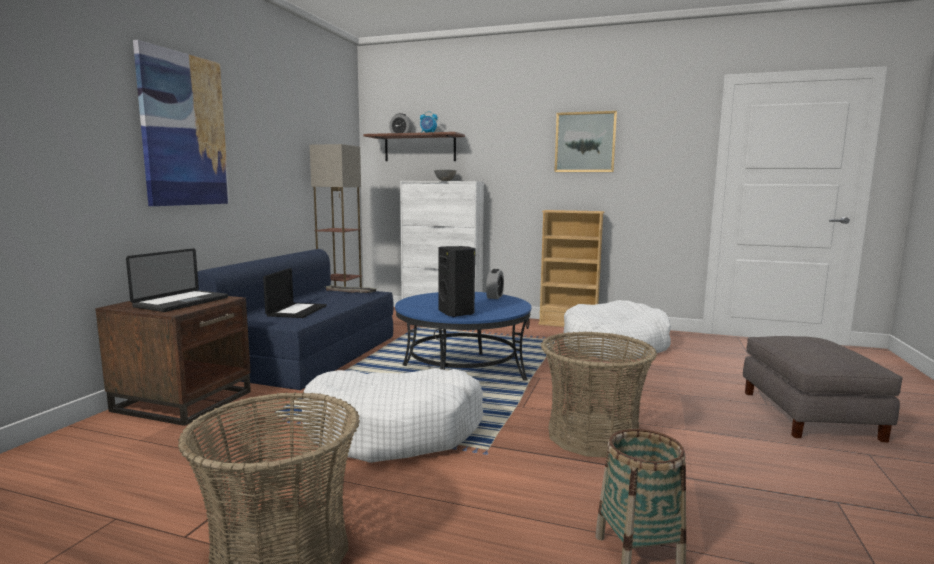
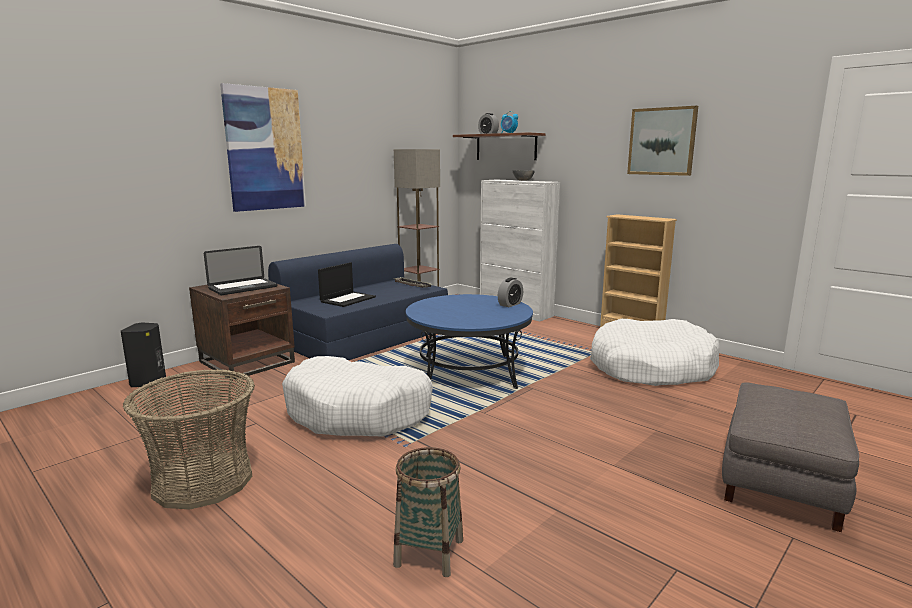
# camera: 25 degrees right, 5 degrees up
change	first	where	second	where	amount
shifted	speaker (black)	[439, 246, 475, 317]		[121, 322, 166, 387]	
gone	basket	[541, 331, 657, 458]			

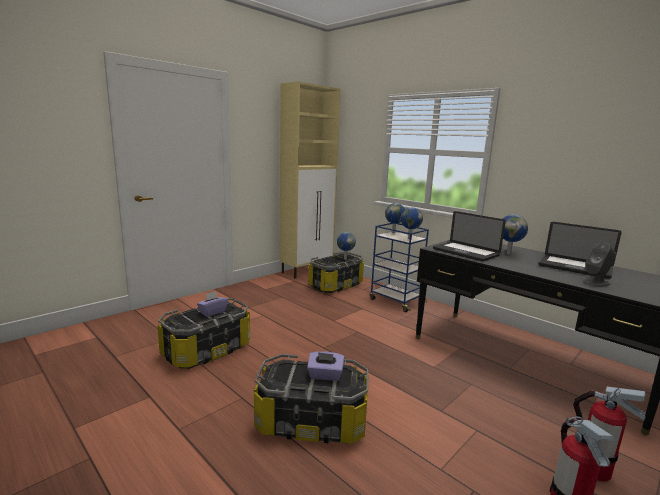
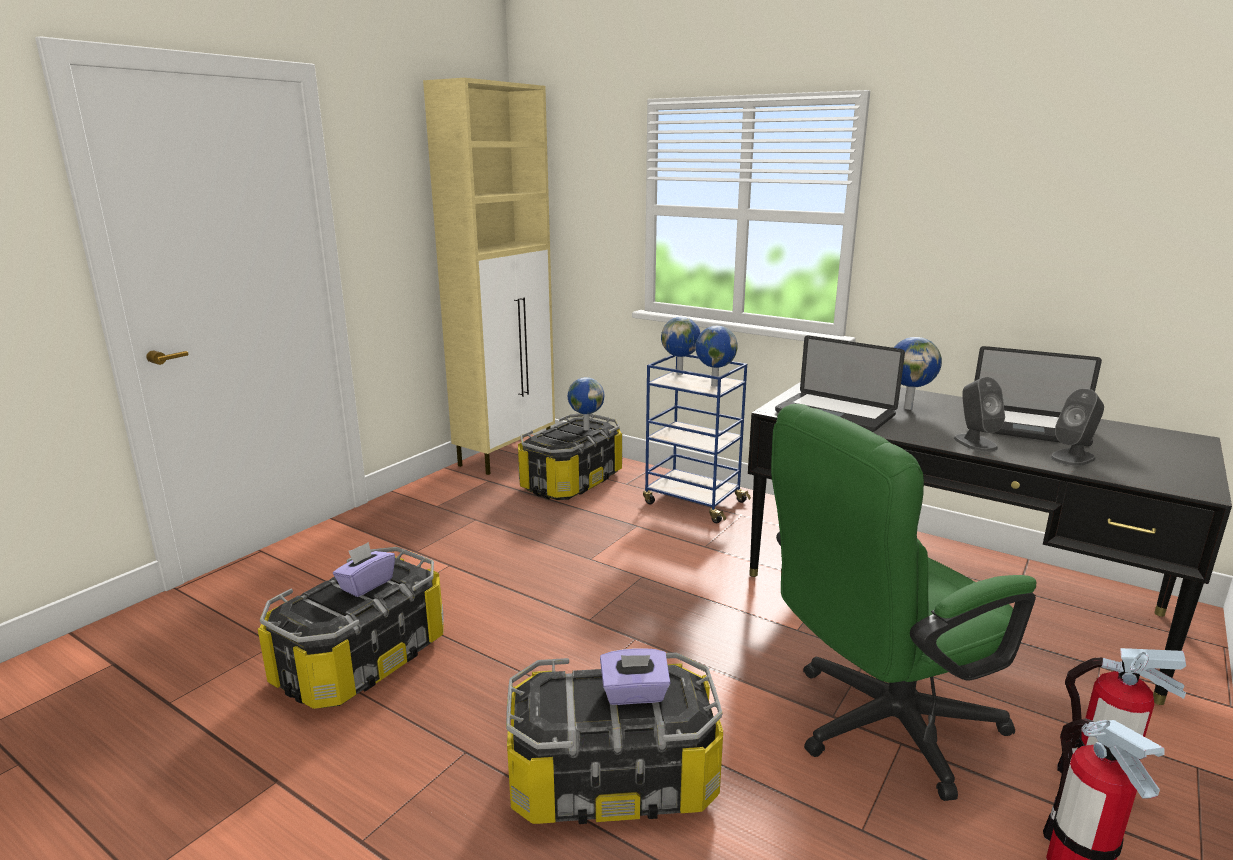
# camera: 10 degrees left, 5 degrees up
change	first	where	second	where	amount
new			speaker (grey)	[954, 377, 1005, 452]	
new			office chair (green)	[771, 404, 1037, 801]	

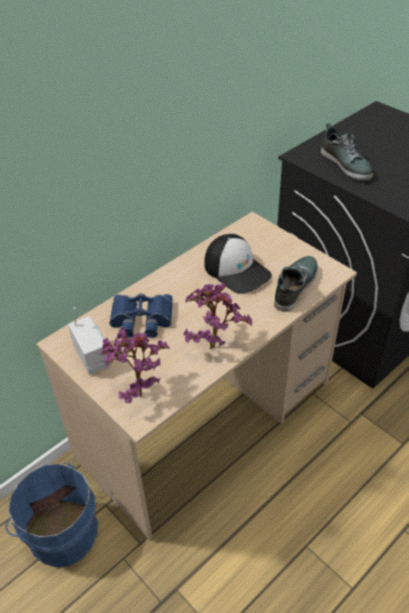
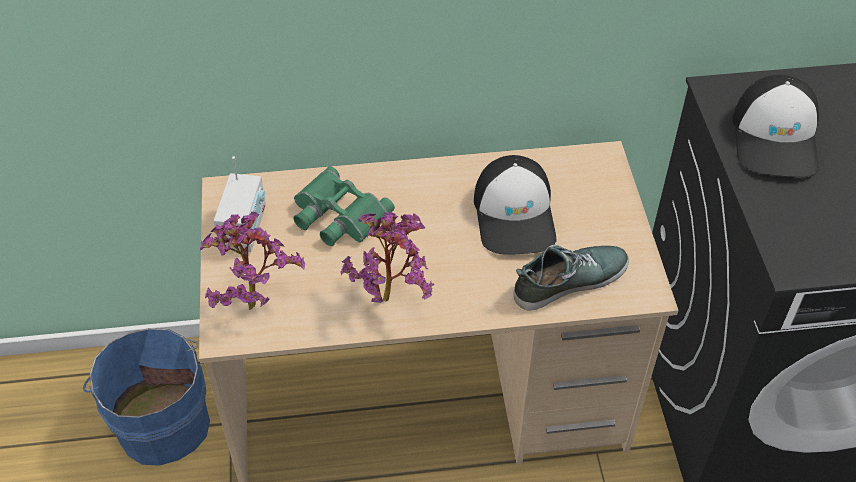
# camera: 35 degrees right, 5 degrees up
change	first	where	second	where	amount
swapped	shoe	[321, 123, 373, 181]	cap	[732, 75, 819, 177]	
repainted	binoculars (blue)	[109, 294, 173, 338]	binoculars (green)	[294, 166, 395, 246]	

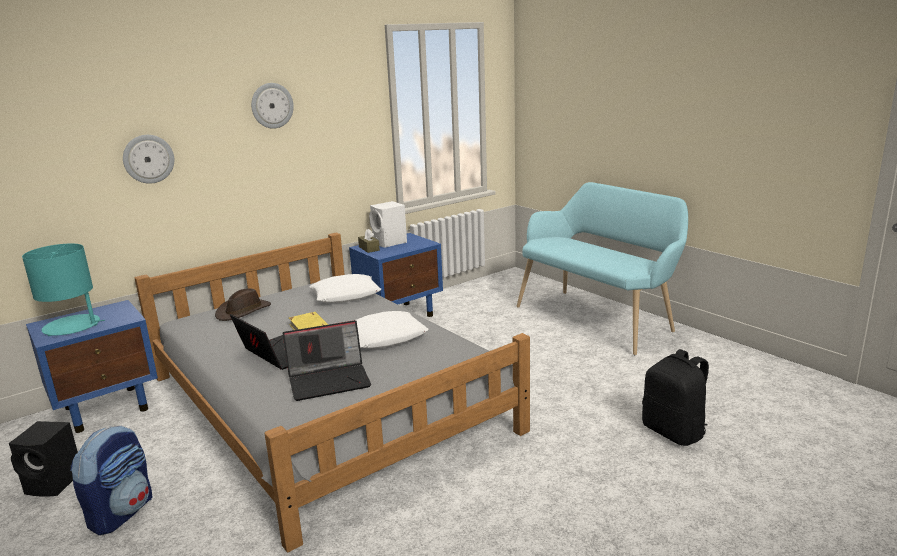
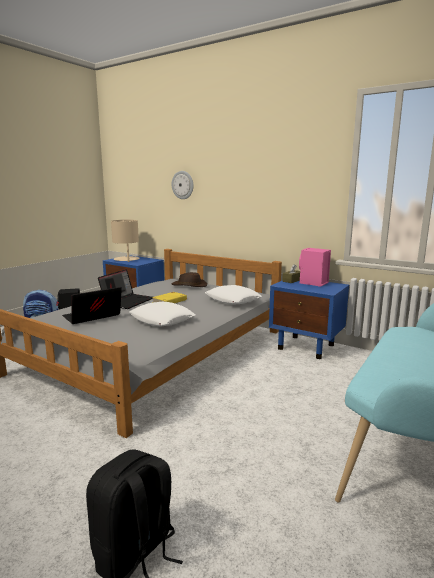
# camera: 70 degrees right, 5 degrees down
change	first	where	second	where	amount
gone	wall clock	[251, 83, 294, 129]			
repainted	speaker (white)	[369, 201, 407, 248]	speaker (pink)	[299, 248, 331, 287]	
repainted	table lamp (turquoise)	[22, 243, 105, 336]	table lamp (beige)	[111, 220, 139, 262]	
rotated	laptop	[283, 320, 371, 401]		[62, 287, 122, 324]	90 degrees clockwise

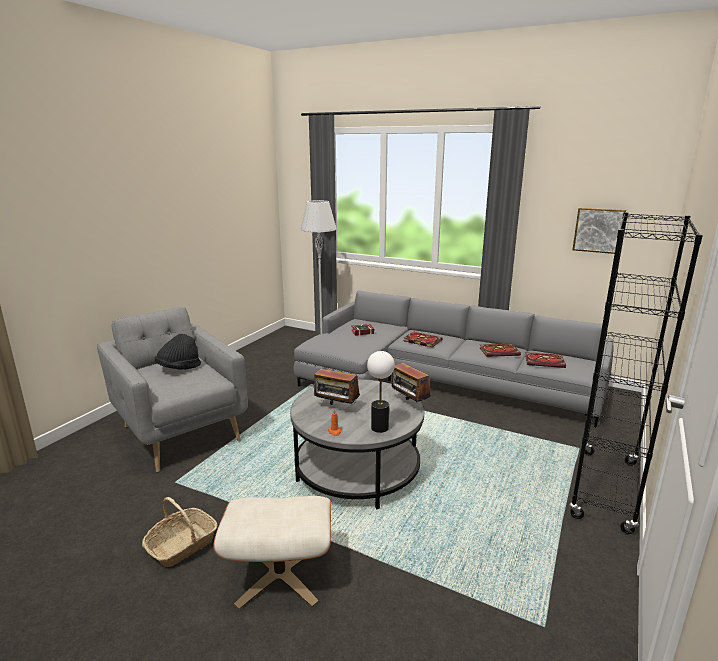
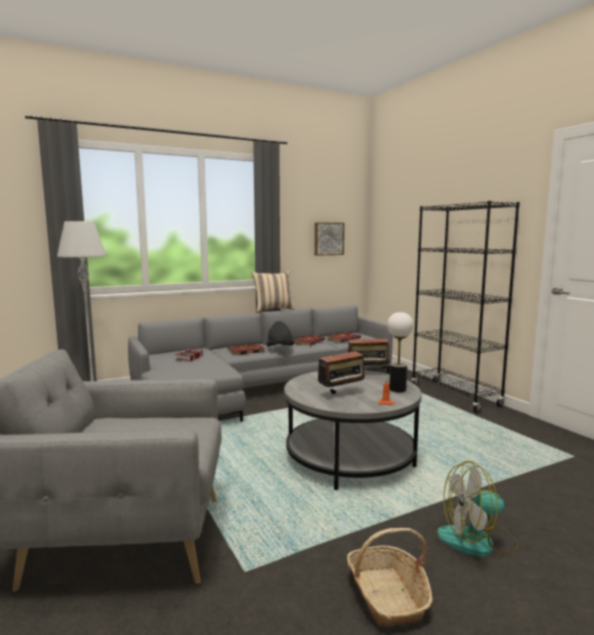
# camera: 55 degrees left, 10 degrees down
change	first	where	second	where	amount
shifted	hat (black)	[155, 334, 201, 370]		[266, 321, 294, 347]	
swapped	ottoman (beige)	[213, 496, 332, 610]	fan	[437, 461, 519, 557]	
new			pillow (beige)	[252, 271, 295, 312]	

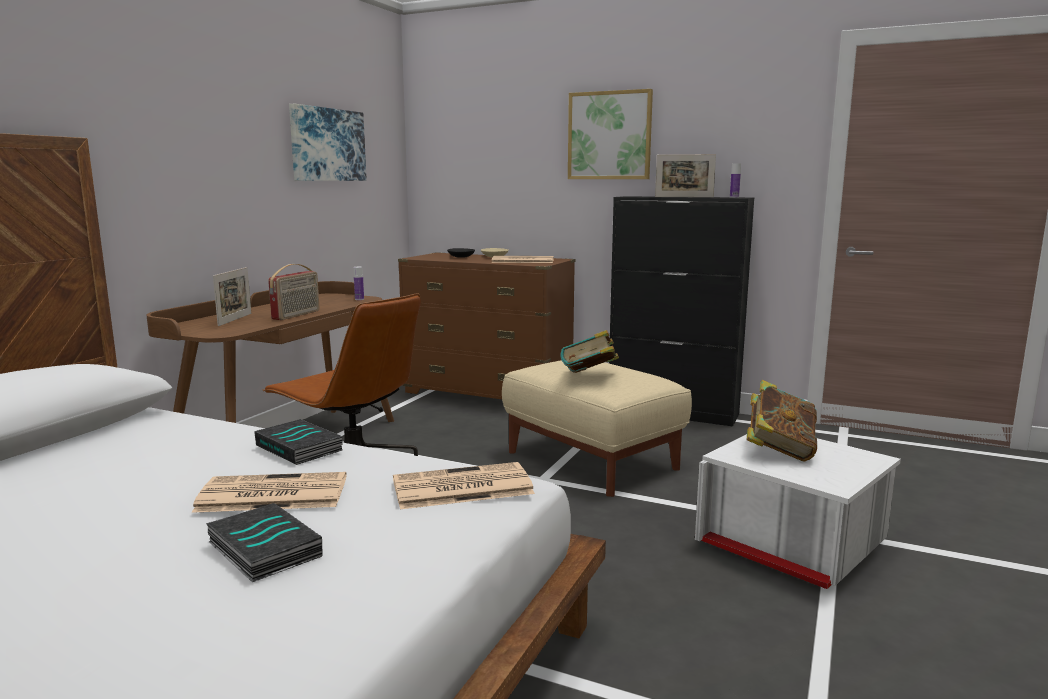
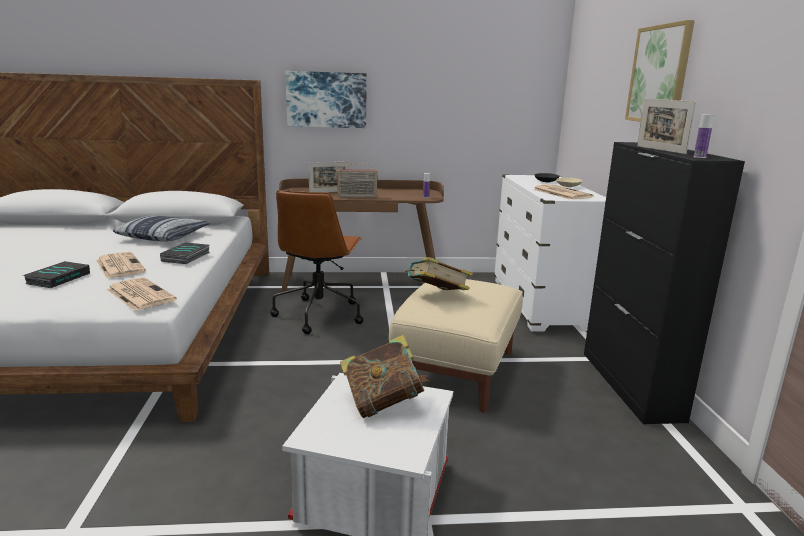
# camera: 60 degrees right, 5 degrees up
change	first	where	second	where	amount
shifted	picture	[289, 104, 367, 181]		[285, 71, 367, 128]	
repainted	dresser (brown)	[398, 252, 575, 399]	dresser (white)	[494, 175, 606, 332]	
new			pillow	[113, 215, 210, 242]	

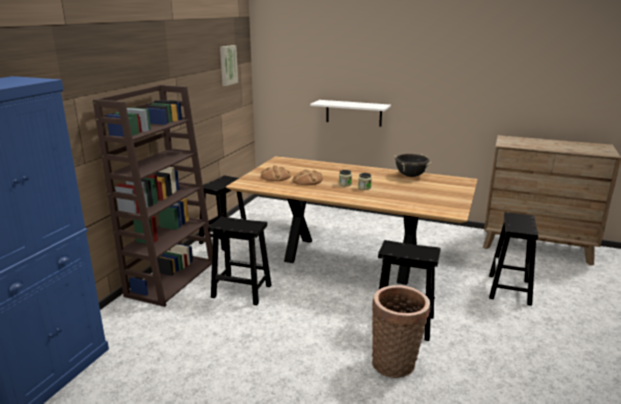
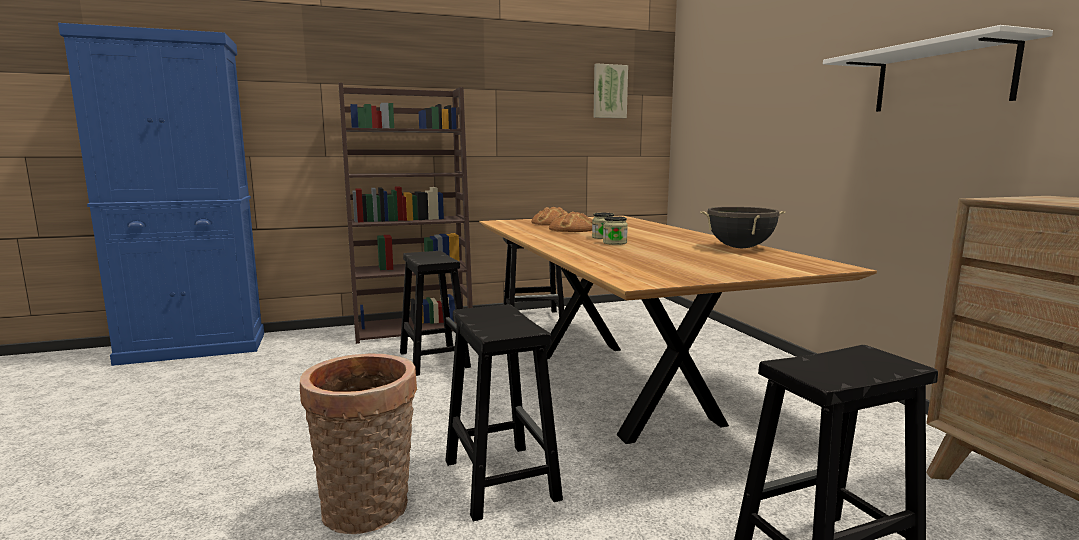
# camera: 50 degrees right, 10 degrees down
change	first	where	second	where	amount
shifted	shelf (white)	[310, 100, 391, 127]		[823, 25, 1053, 112]	

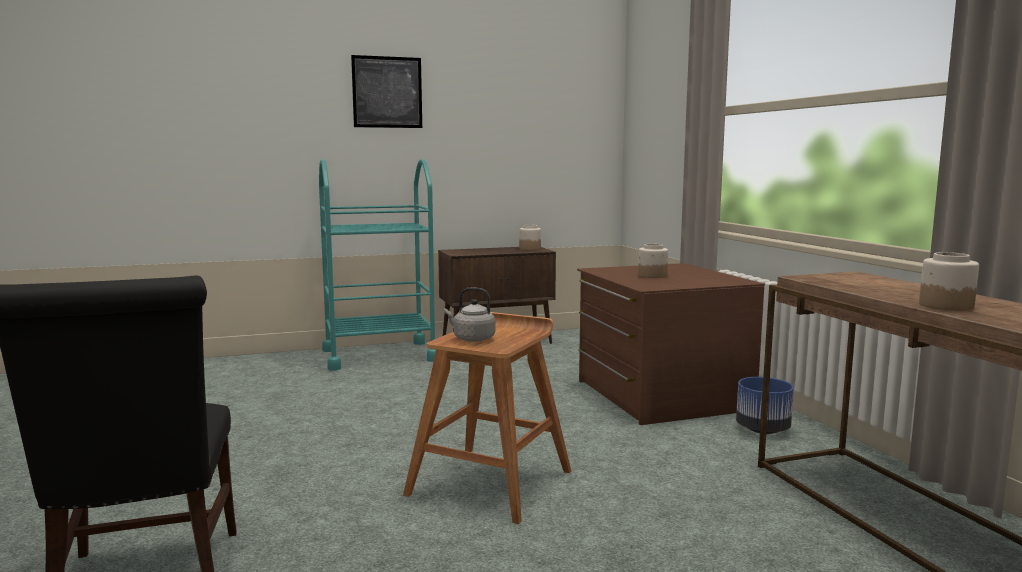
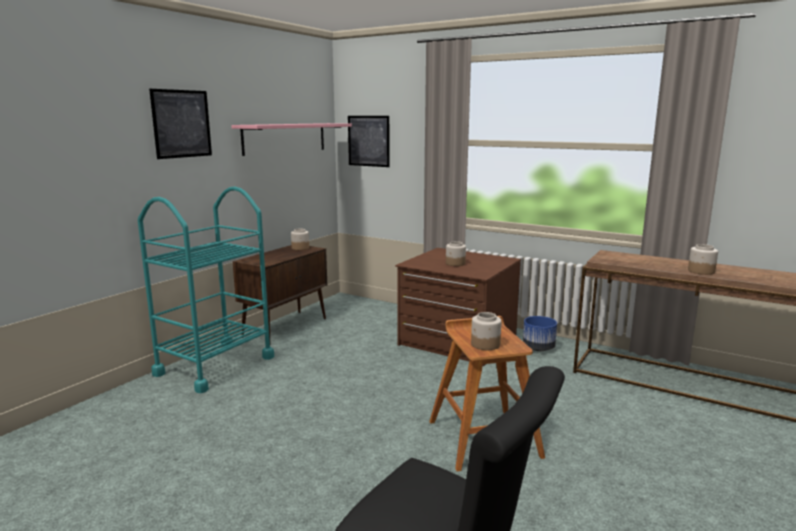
# camera: 40 degrees left, 5 degrees up
change	first	where	second	where	amount
swapped	kettle (grey)	[444, 288, 496, 342]	jar	[471, 312, 501, 350]	
new			picture	[348, 116, 390, 167]	
new			shelf (pink)	[231, 123, 352, 156]	

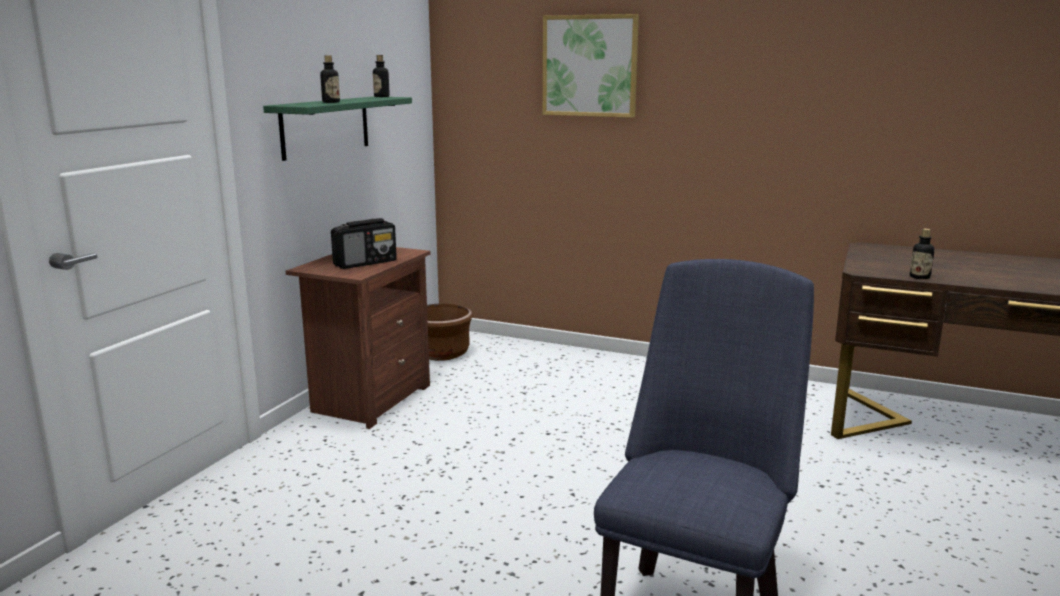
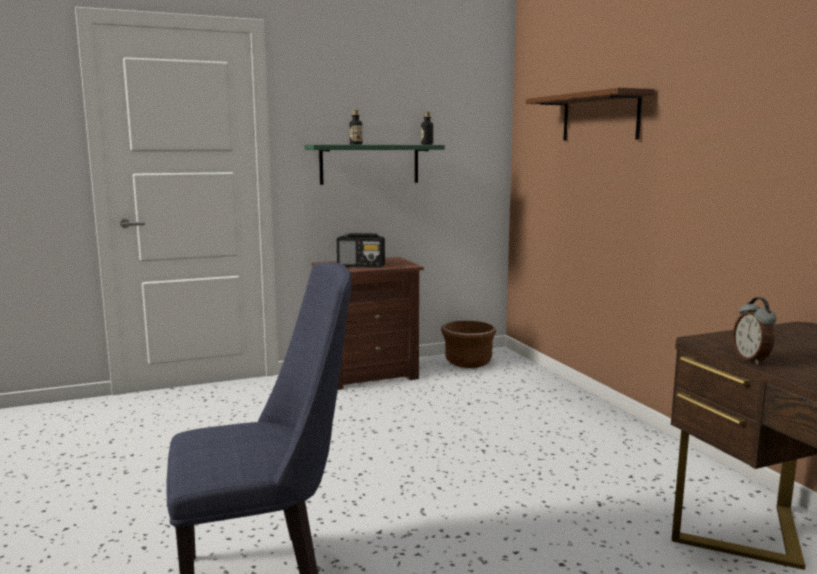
# camera: 45 degrees right, 5 degrees down
change	first	where	second	where	amount
swapped	picture	[543, 14, 639, 118]	shelf (brown)	[526, 88, 655, 141]	
swapped	bottle	[910, 229, 934, 279]	alarm clock	[732, 297, 777, 365]	

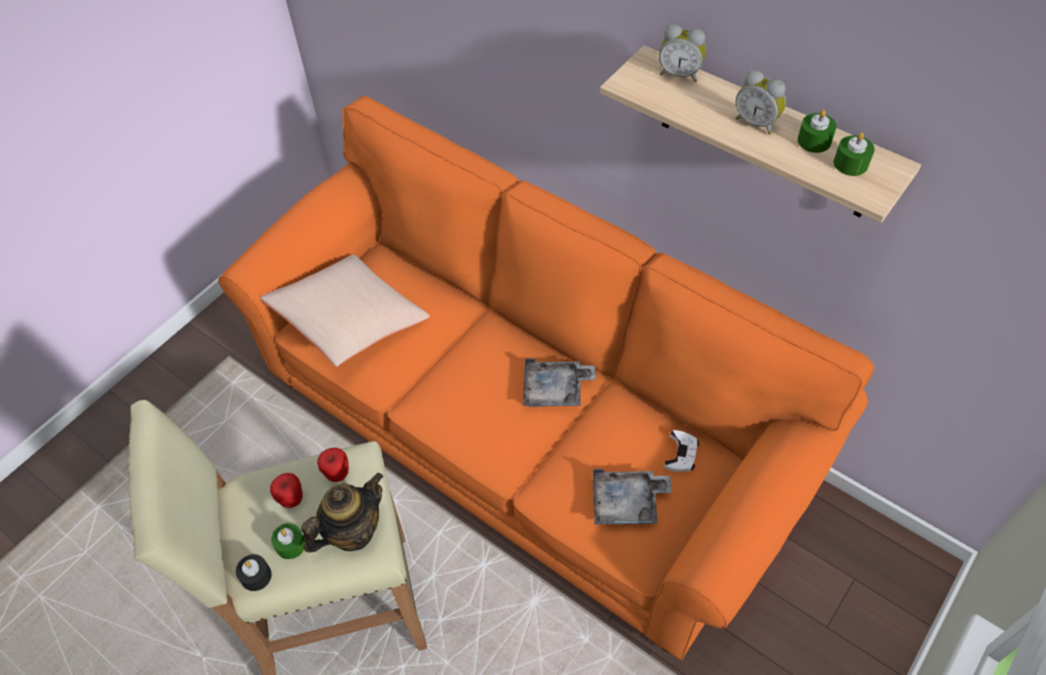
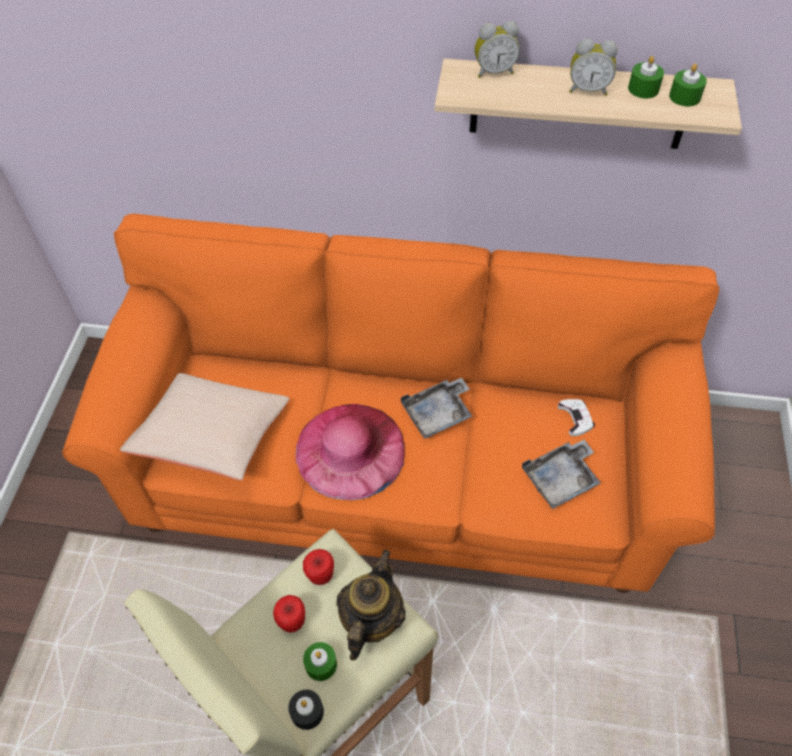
# camera: 30 degrees left, 0 degrees up
change	first	where	second	where	amount
new			hat (pink)	[296, 404, 405, 500]	

